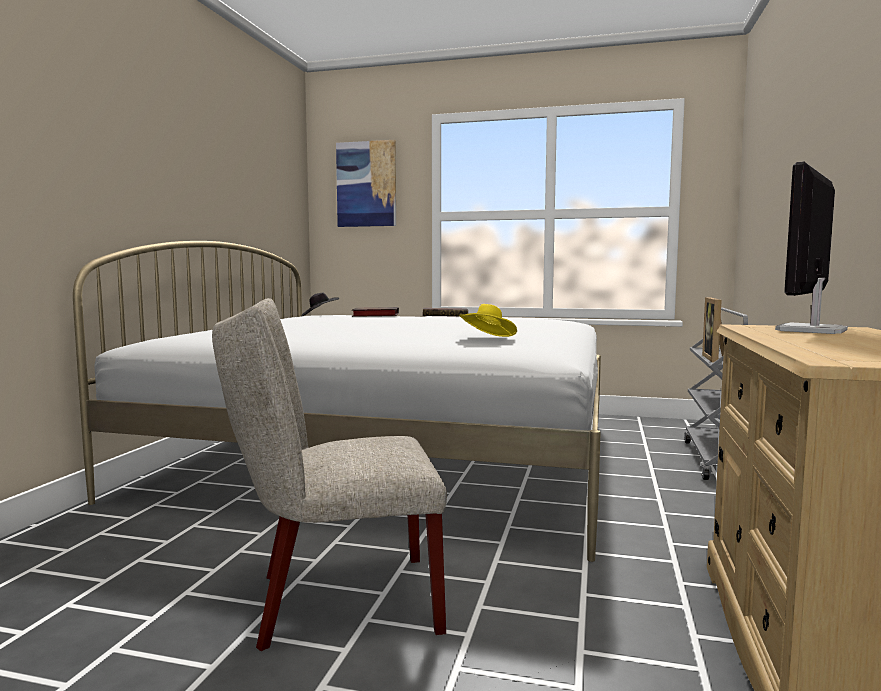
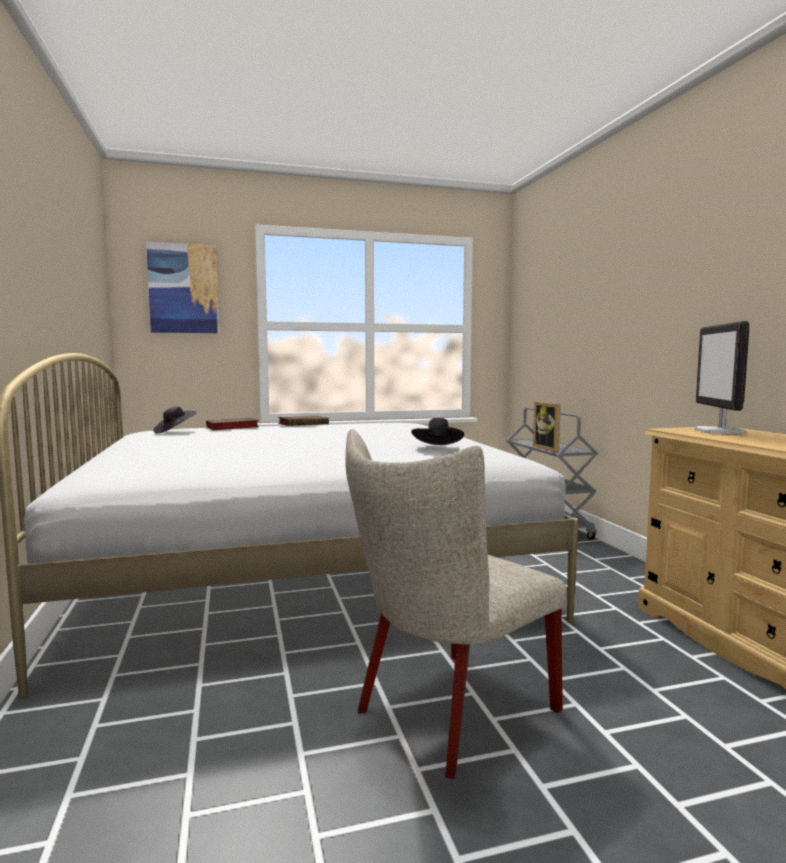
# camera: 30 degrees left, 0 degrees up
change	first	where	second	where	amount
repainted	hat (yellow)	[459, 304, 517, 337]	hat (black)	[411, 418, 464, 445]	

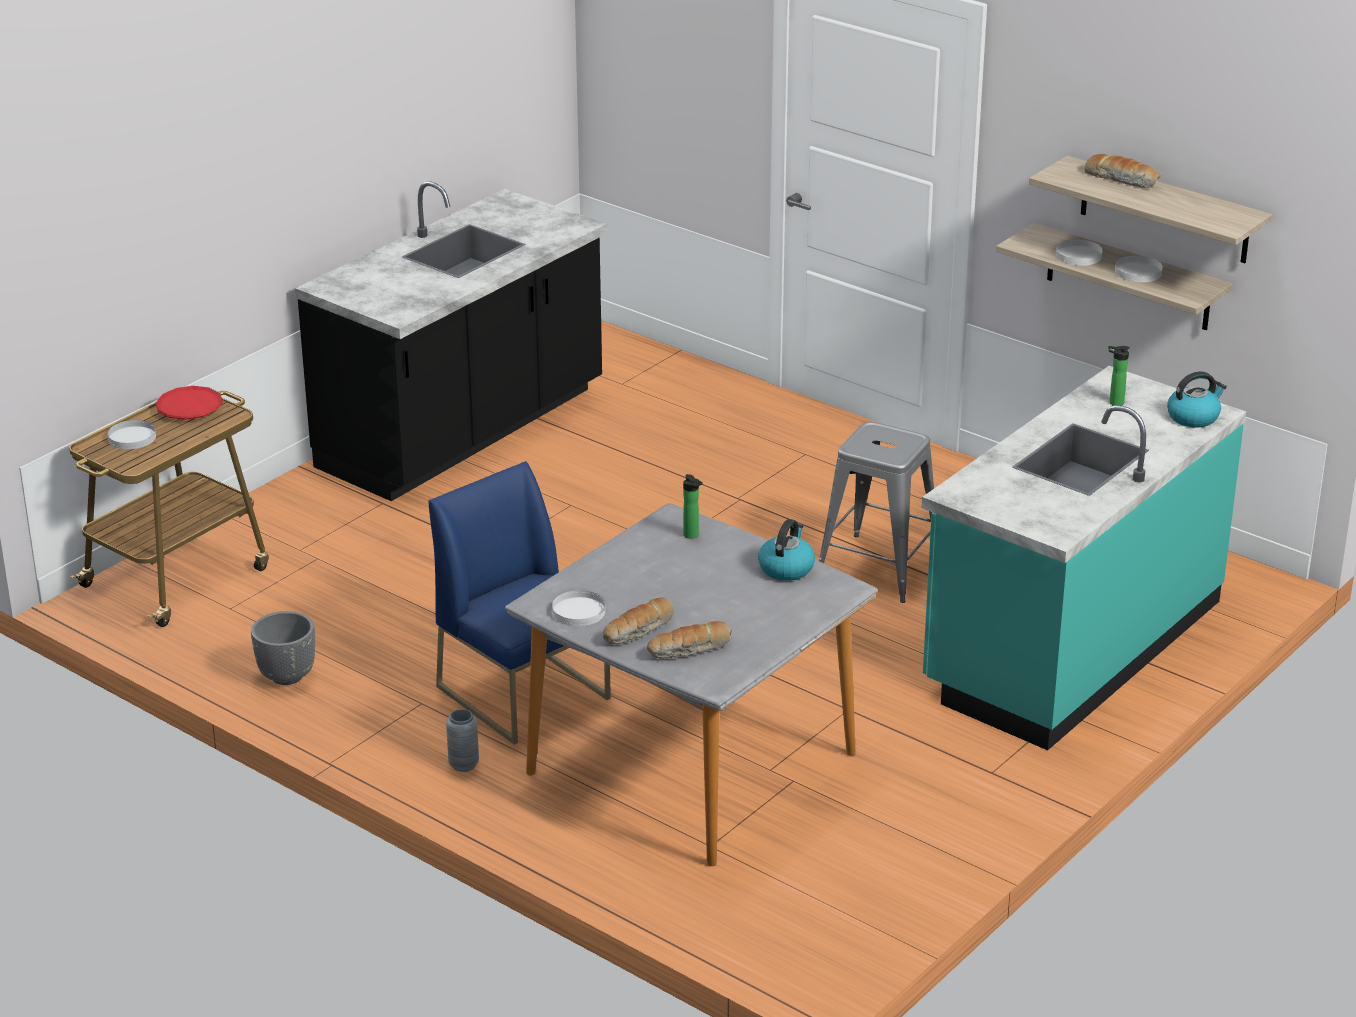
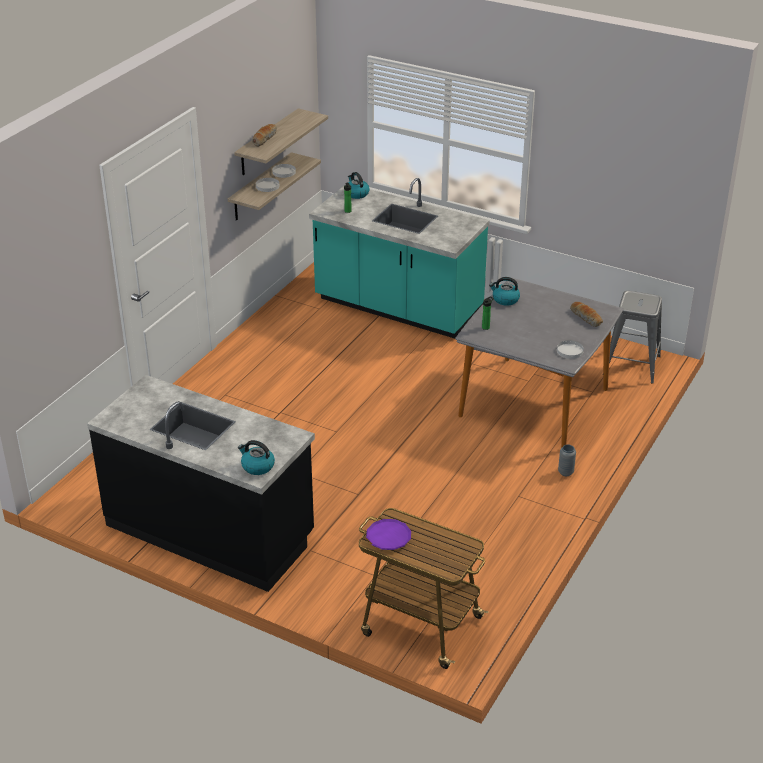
# camera: 100 degrees left, 5 degrees up
change	first	where	second	where	amount
repainted	plate (red)	[155, 386, 223, 420]	plate (purple)	[366, 519, 411, 550]	
gone	plate (white)	[108, 420, 156, 449]			
shifted	stool (grey)	[819, 422, 934, 603]		[609, 291, 662, 384]	
gone	chair (blue)	[429, 461, 611, 745]			
gone	bread	[603, 597, 674, 645]			
gone	planter (grey)	[251, 611, 315, 685]			
new			kettle	[238, 440, 275, 475]	

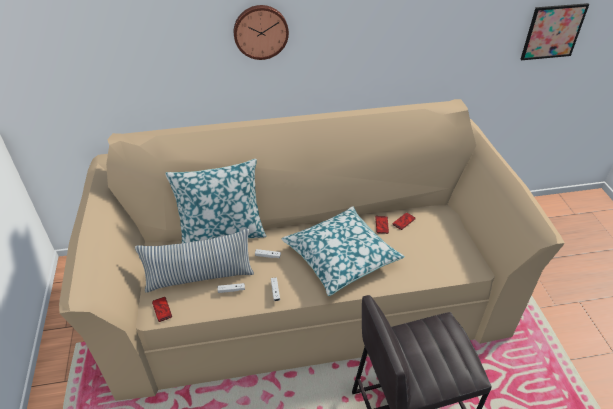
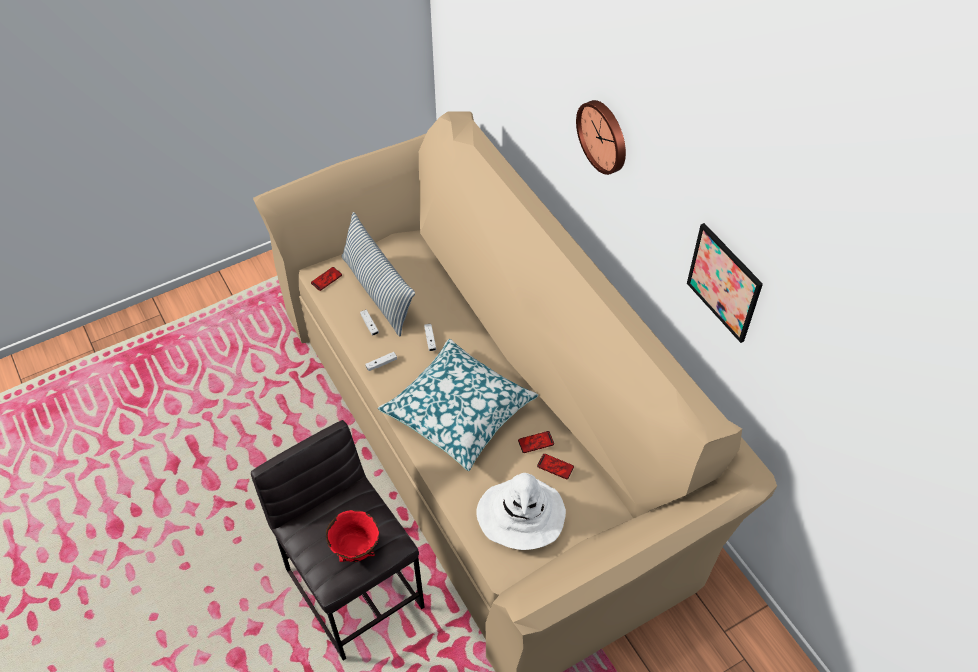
# camera: 70 degrees right, 10 degrees up
change	first	where	second	where	amount
shifted	picture	[521, 3, 589, 60]		[687, 223, 763, 343]	
gone	pillow	[165, 159, 266, 243]			
new			hat (white)	[476, 473, 566, 550]	
new			bowl (red)	[326, 510, 379, 562]	

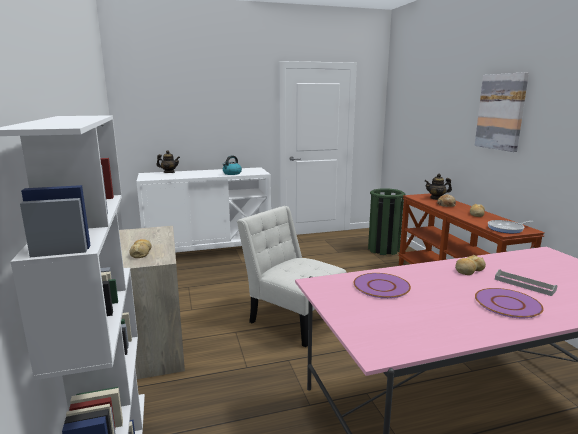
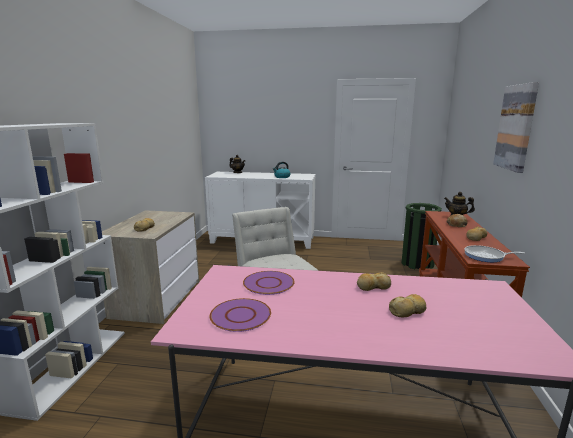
# camera: 25 degrees right, 0 degrees up
change	first	where	second	where	amount
swapped	tray (grey)	[495, 269, 557, 296]	bread	[389, 294, 426, 317]	
shifted	plate (purple)	[475, 288, 544, 318]		[210, 298, 271, 332]	

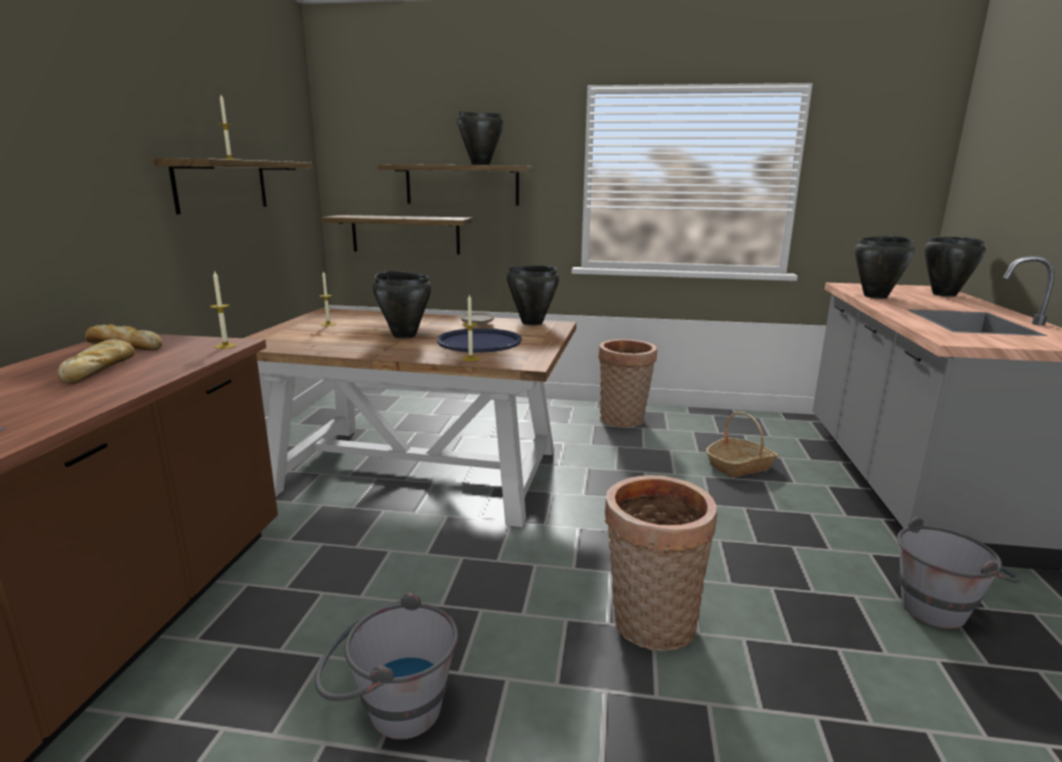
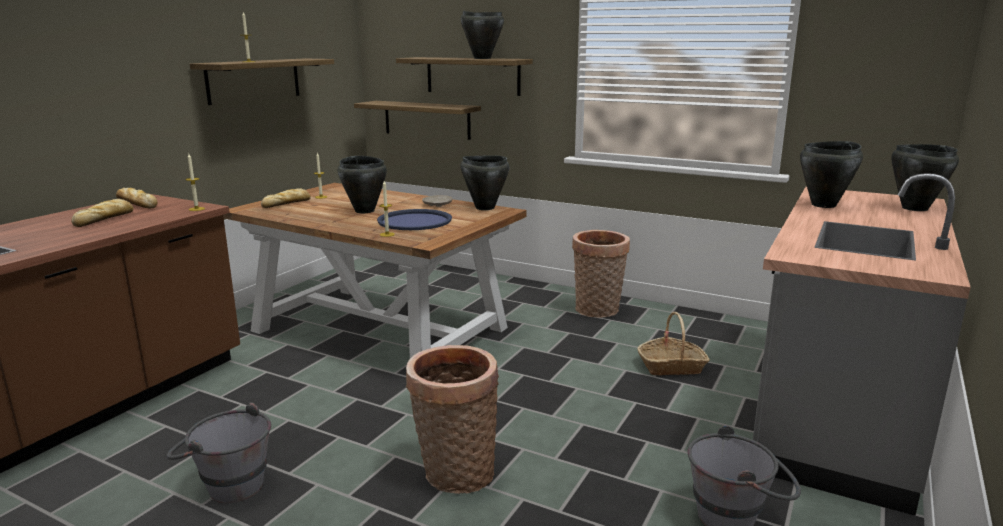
# camera: 20 degrees right, 0 degrees up
change	first	where	second	where	amount
new			bread	[261, 188, 311, 208]	

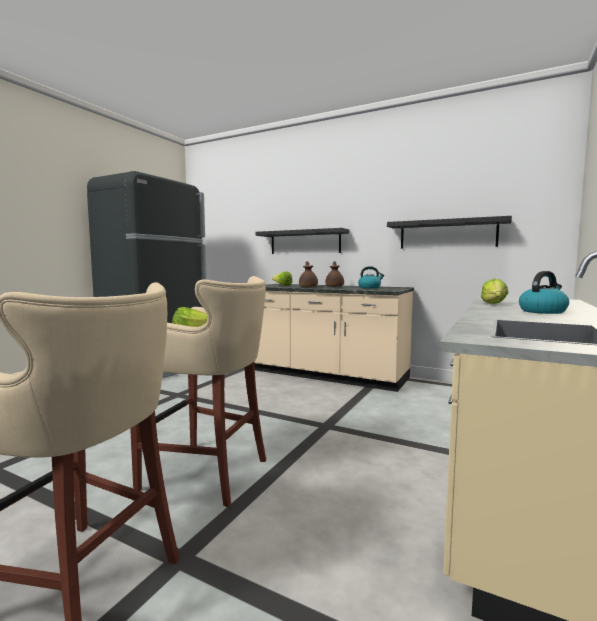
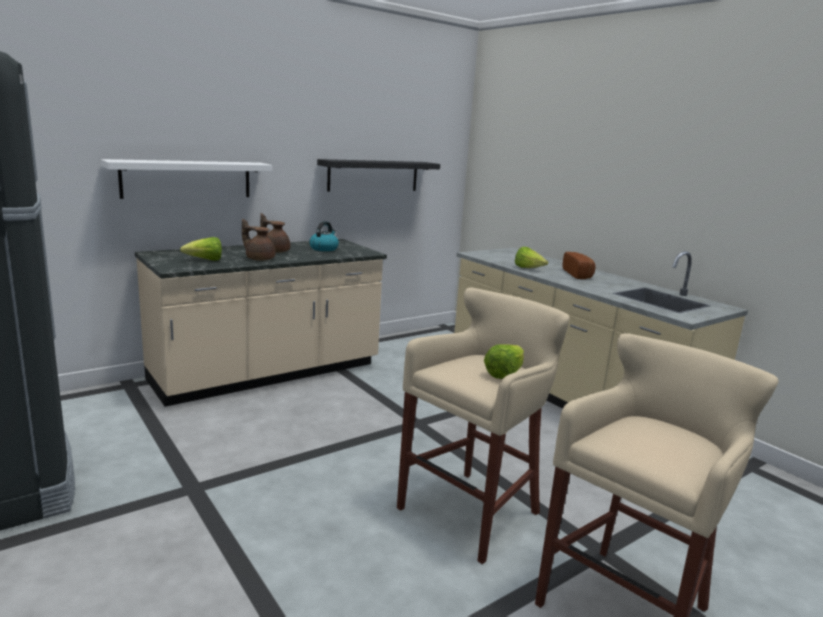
# camera: 65 degrees left, 10 degrees up
change	first	where	second	where	amount
repainted	shelf (black)	[255, 228, 349, 254]	shelf (white)	[101, 159, 273, 199]	
swapped	kettle	[519, 271, 569, 314]	bread	[562, 252, 596, 279]	

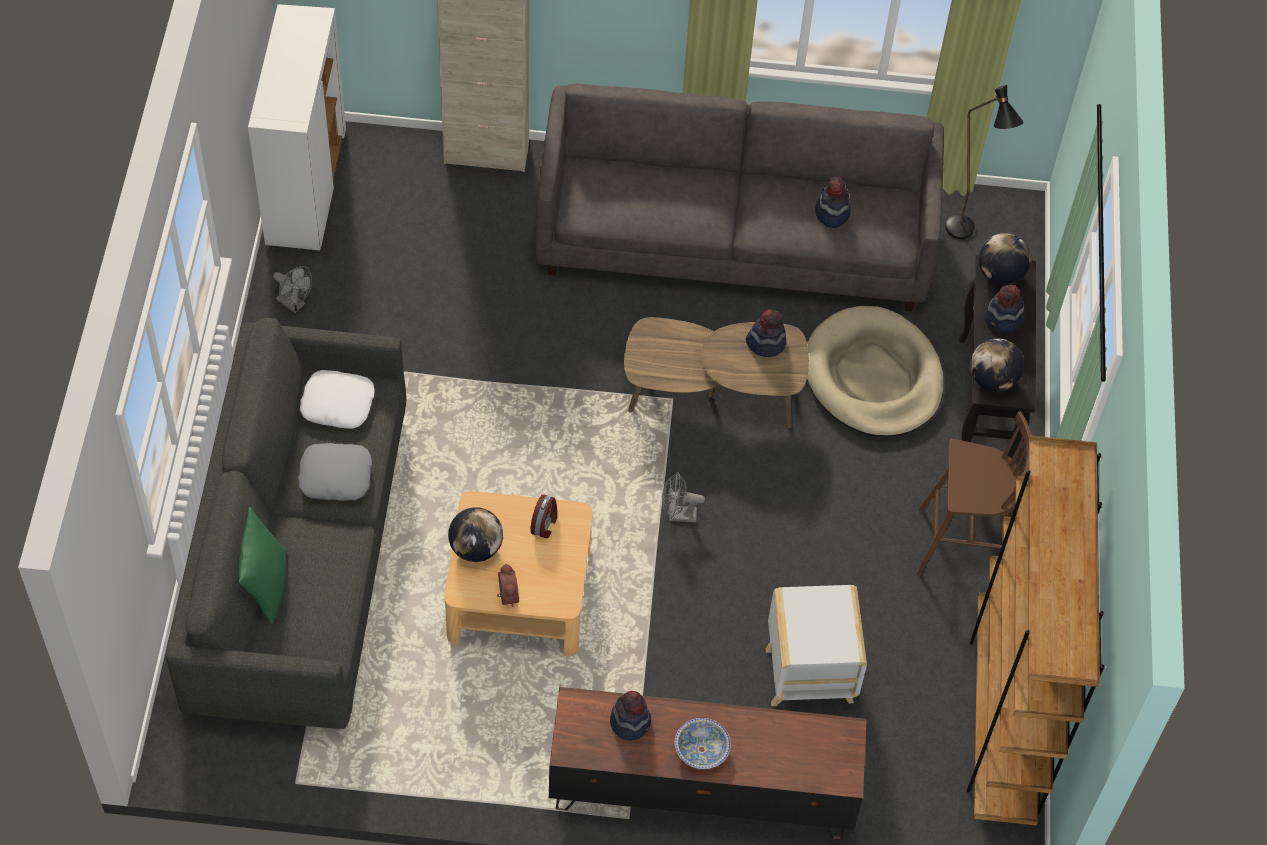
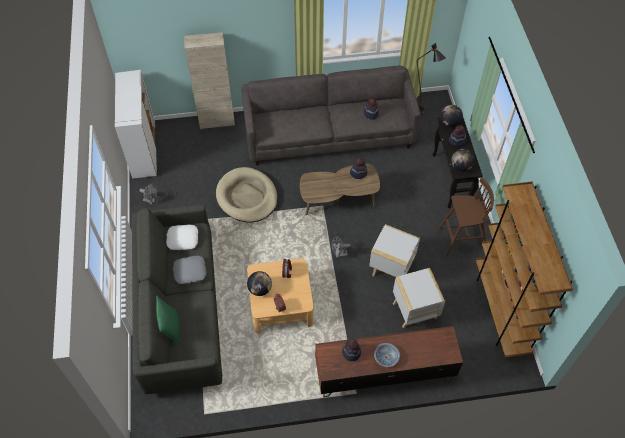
# camera: 10 degrees left, 0 degrees up
change	first	where	second	where	amount
shifted	dog bed (beige)	[807, 306, 943, 437]		[216, 167, 278, 222]	
new			side table (white)	[369, 224, 420, 277]	

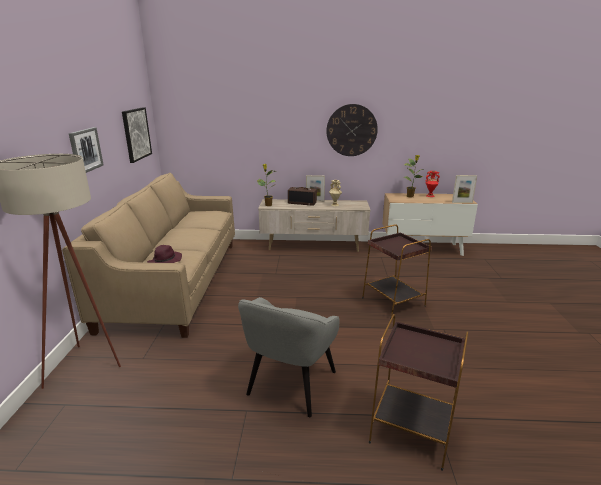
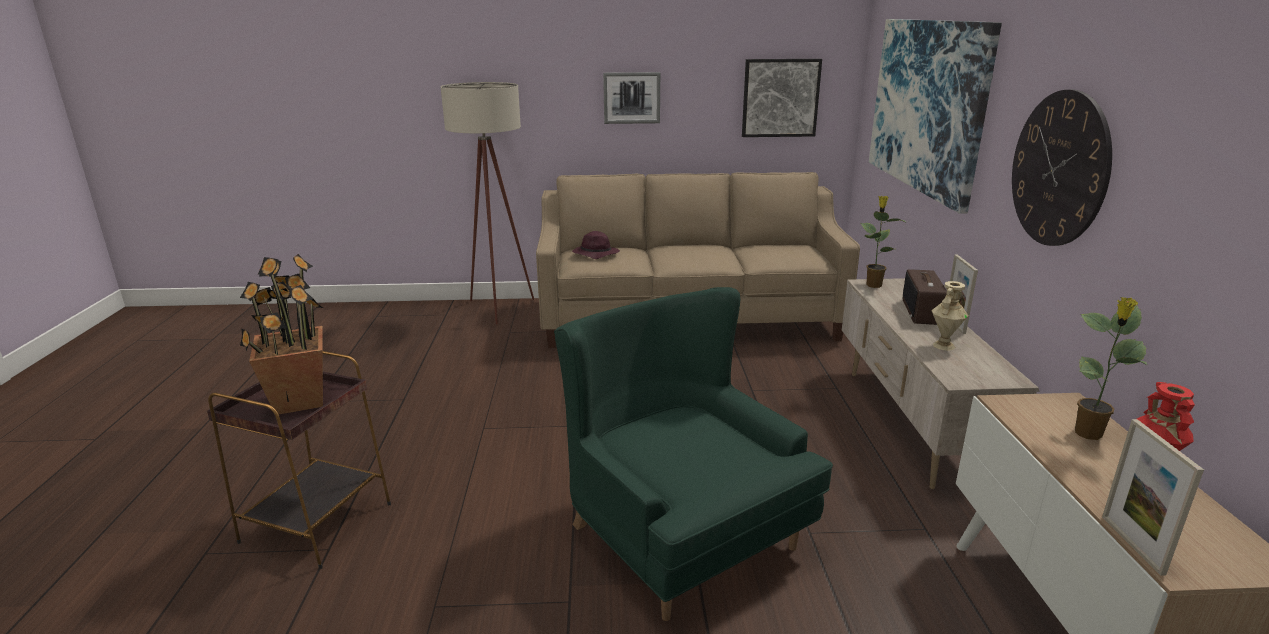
# camera: 85 degrees right, 0 degrees up
change	first	where	second	where	amount
swapped	side table (brown)	[362, 224, 432, 317]	armchair (green)	[554, 287, 833, 621]	
gone	armchair (grey)	[238, 297, 340, 417]			
new			picture	[869, 19, 1002, 214]	
new			potted plant	[240, 254, 324, 414]	

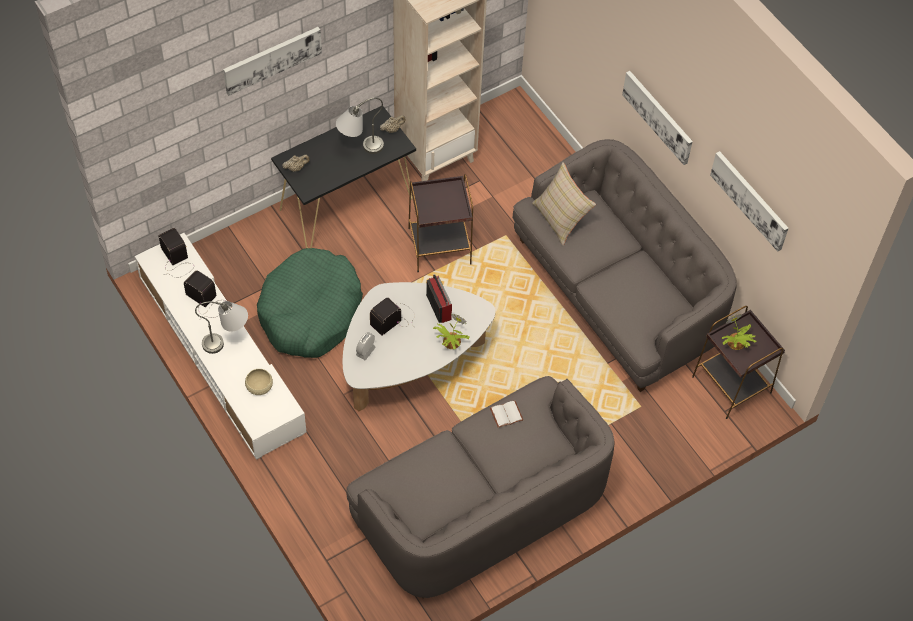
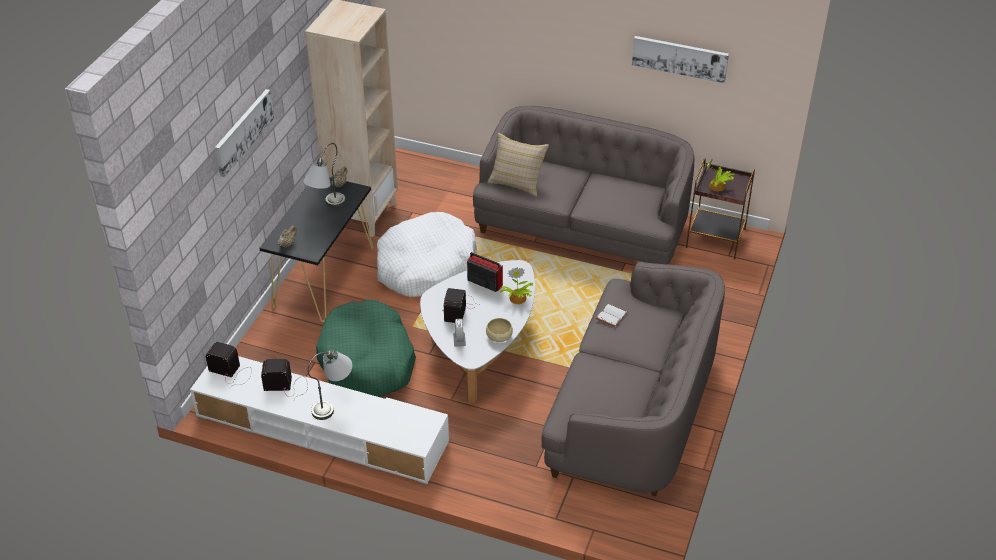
# camera: 35 degrees left, 15 degrees down
change	first	where	second	where	amount
gone	picture	[622, 71, 693, 165]			
swapped	side table (brown)	[408, 174, 473, 272]	dog bed (white)	[377, 212, 477, 297]	
shifted	bowl (beige)	[245, 369, 273, 395]		[486, 318, 513, 342]	

